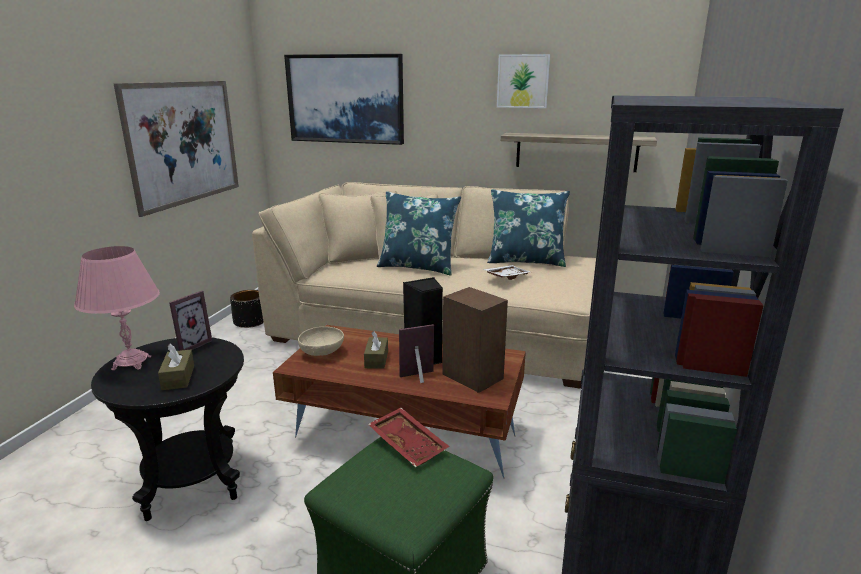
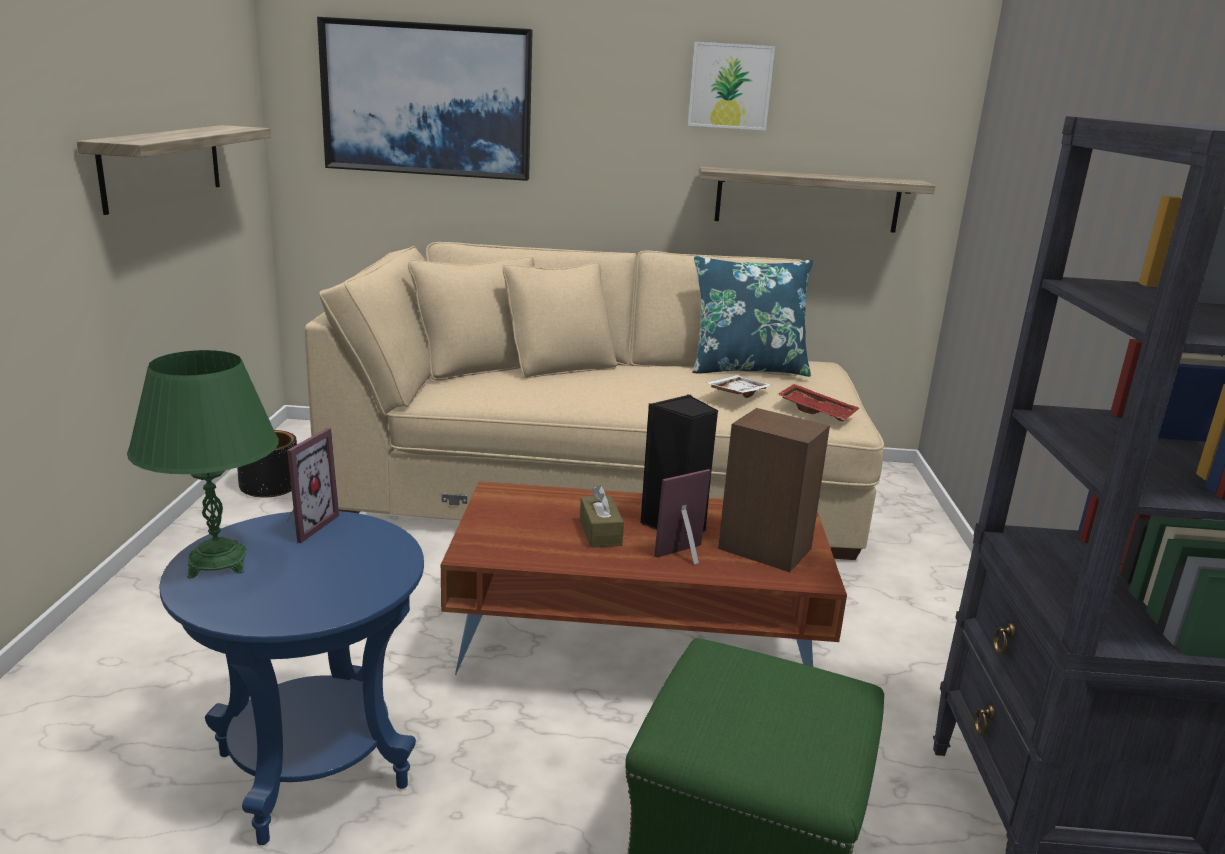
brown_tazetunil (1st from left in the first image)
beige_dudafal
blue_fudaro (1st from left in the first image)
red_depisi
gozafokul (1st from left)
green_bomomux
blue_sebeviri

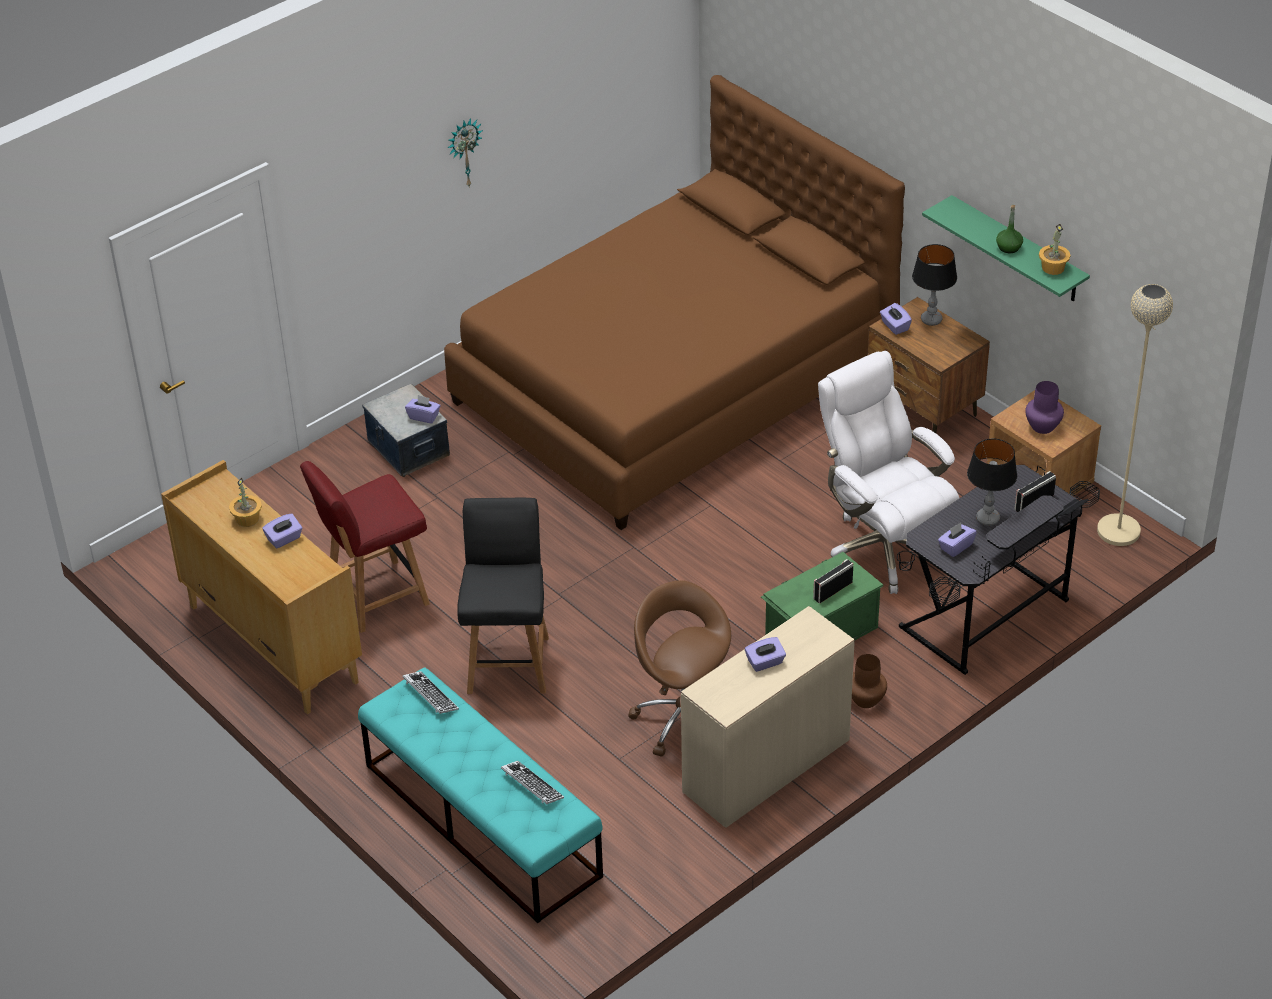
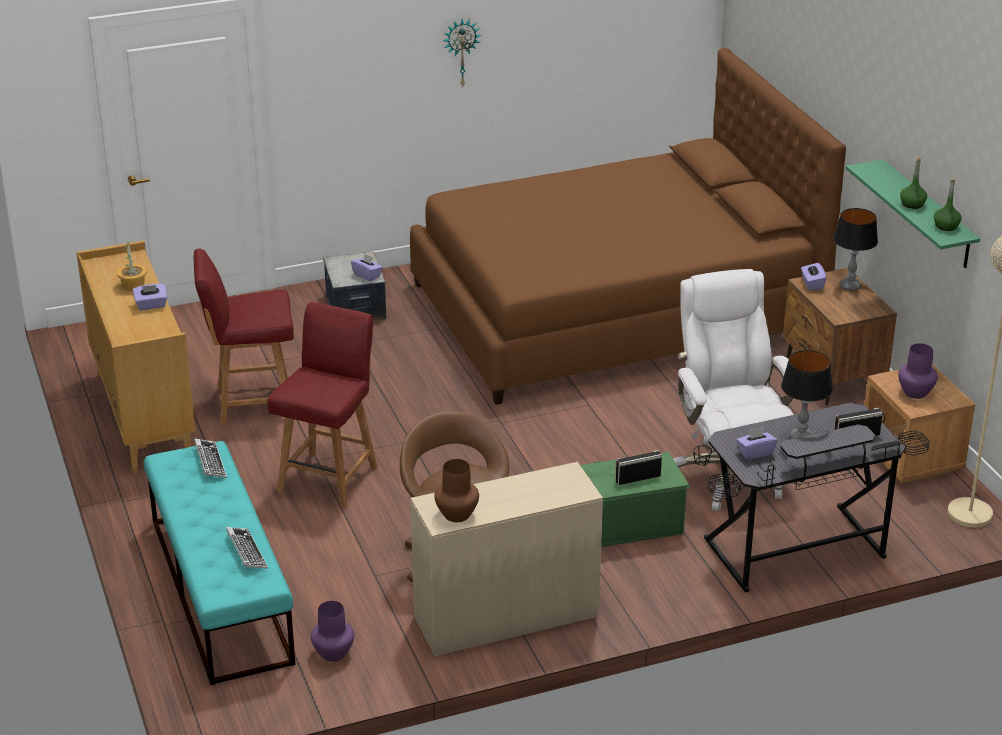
purple_tazetunil (3rd from left in the first image)
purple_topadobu (1st from left)
brown_topadobu
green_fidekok (2nd from left)
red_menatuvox (2nd from left)

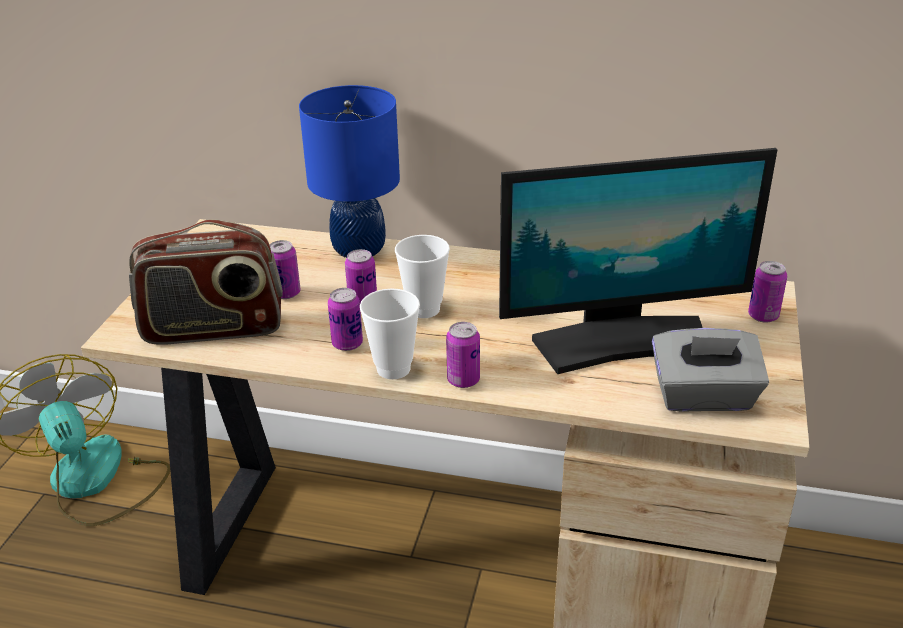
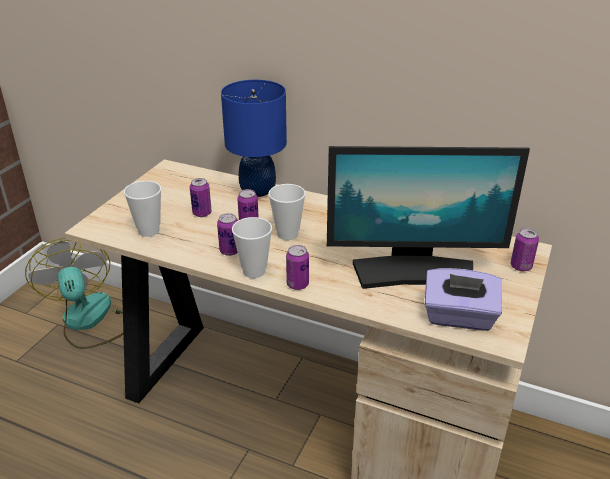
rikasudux (1st from left)
purple_tazetunil

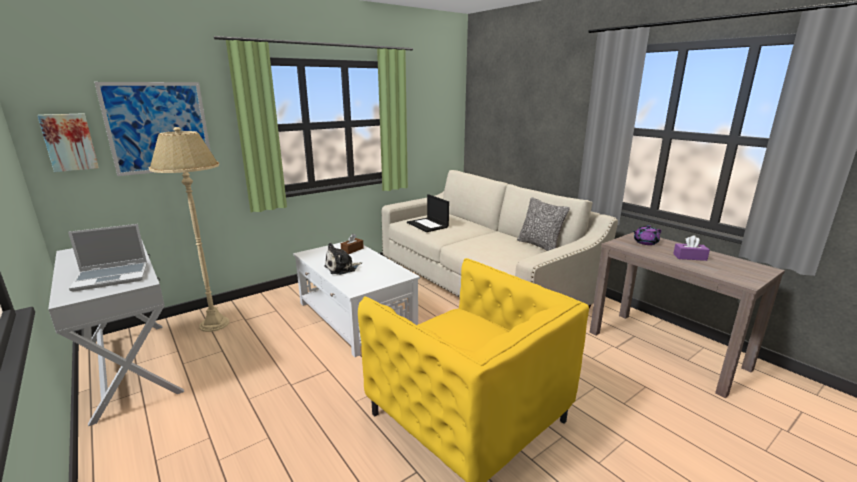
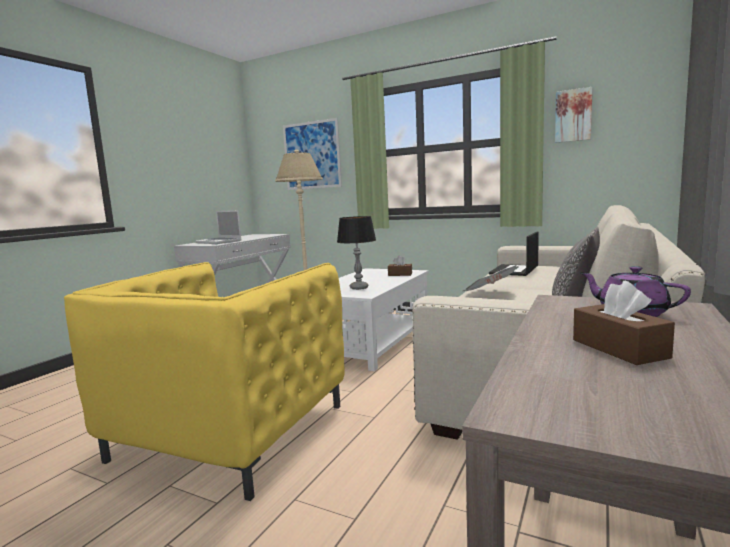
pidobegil
bomomux
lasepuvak
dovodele (2nd from left)
brown_tazetunil (2nd from left)

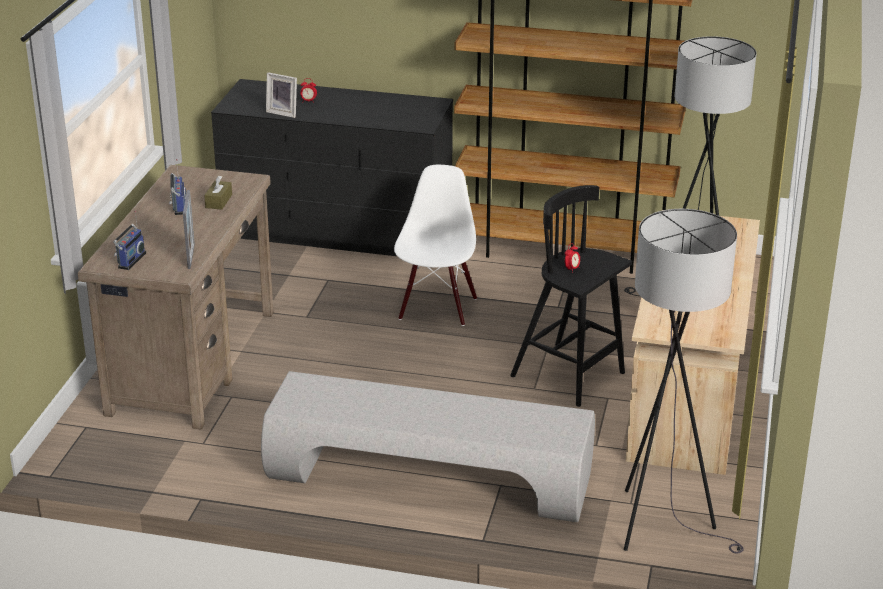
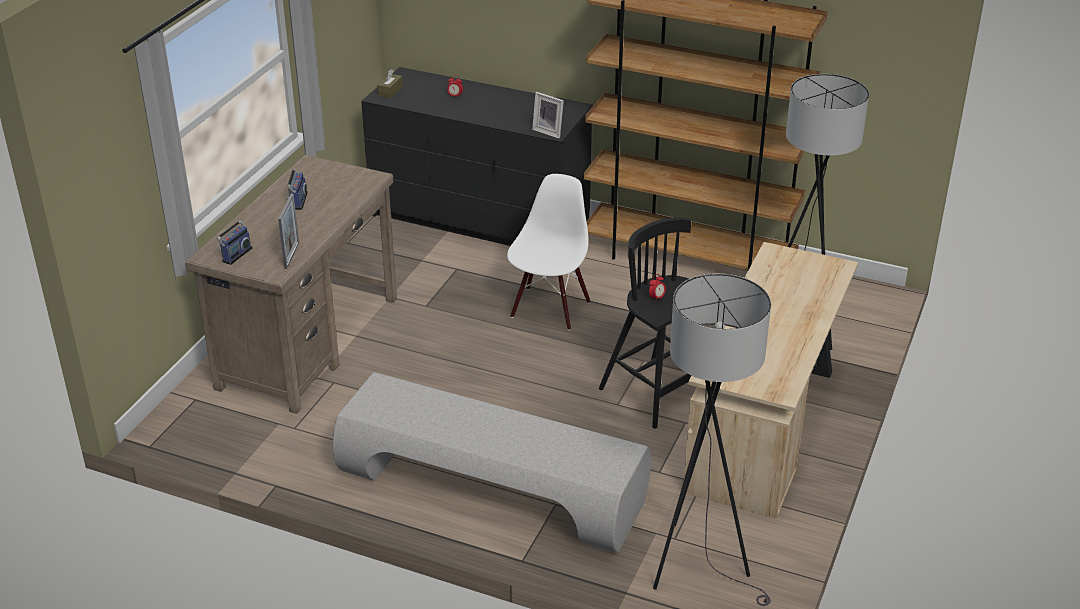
brown_tazetunil
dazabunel (2nd from left)

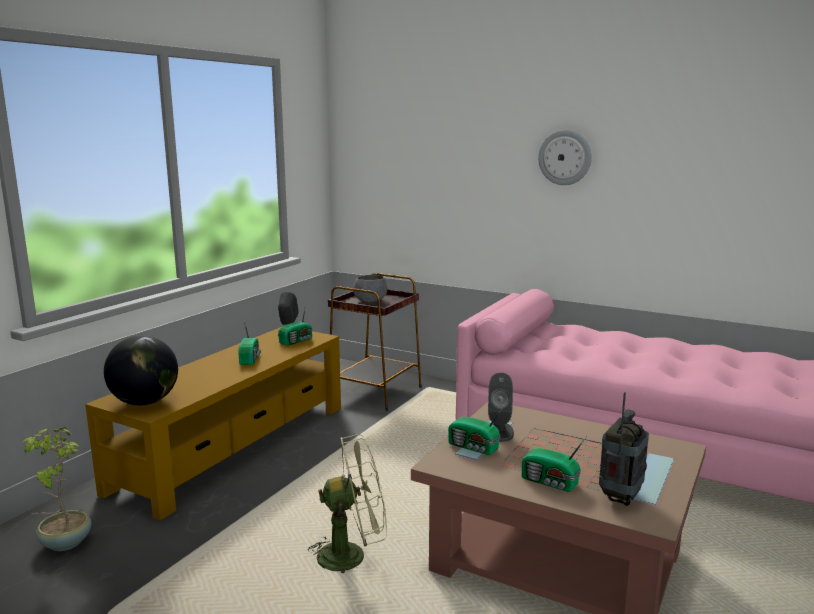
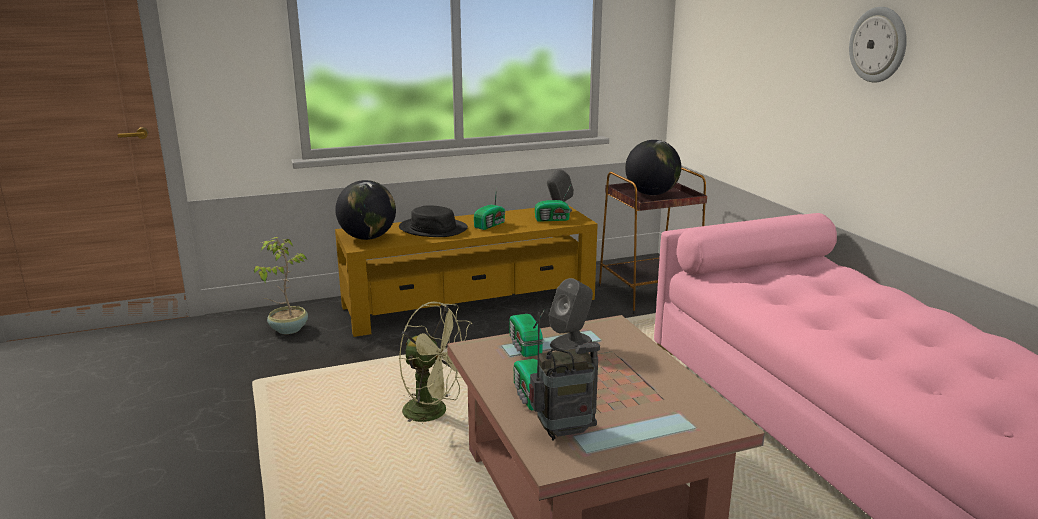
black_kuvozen
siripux (2nd from left)

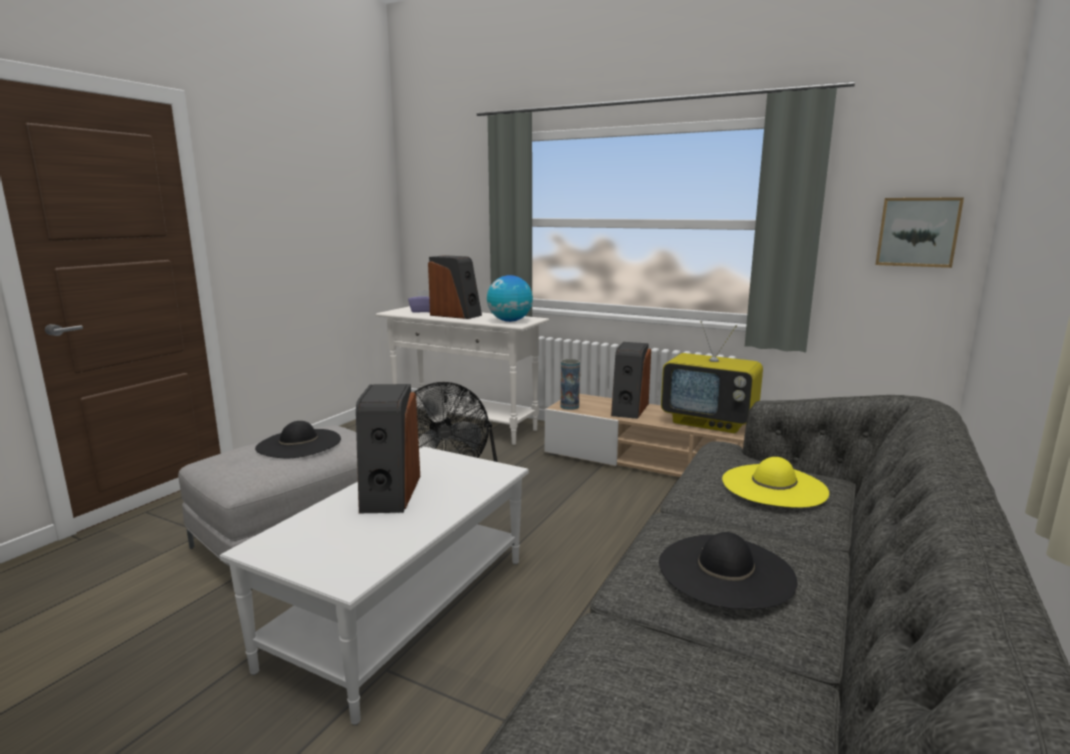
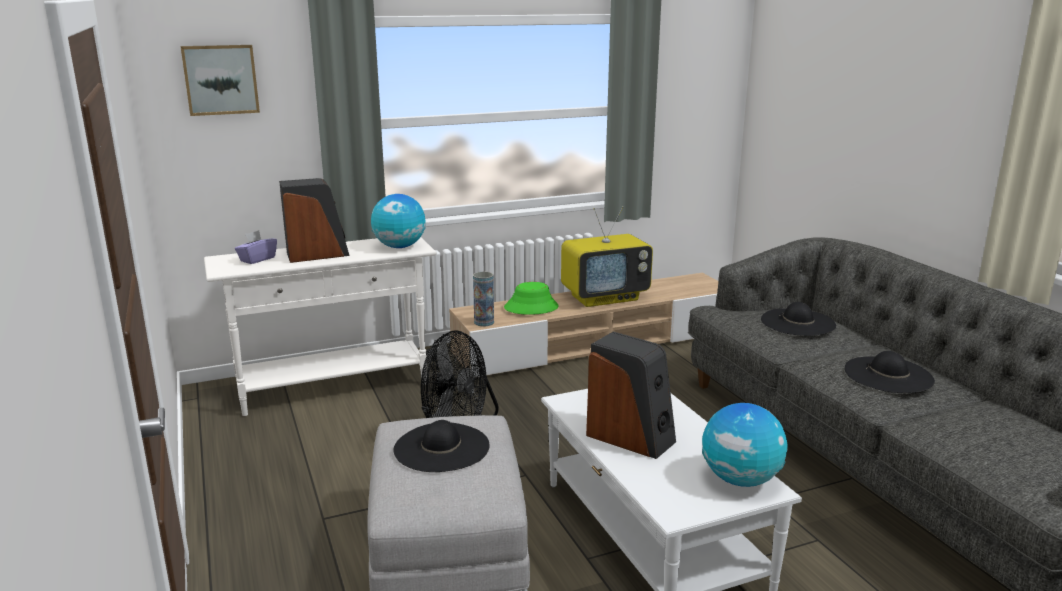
siripux (2nd from left)
dovodele
green_kuvozen
black_kuvozen (2nd from left)

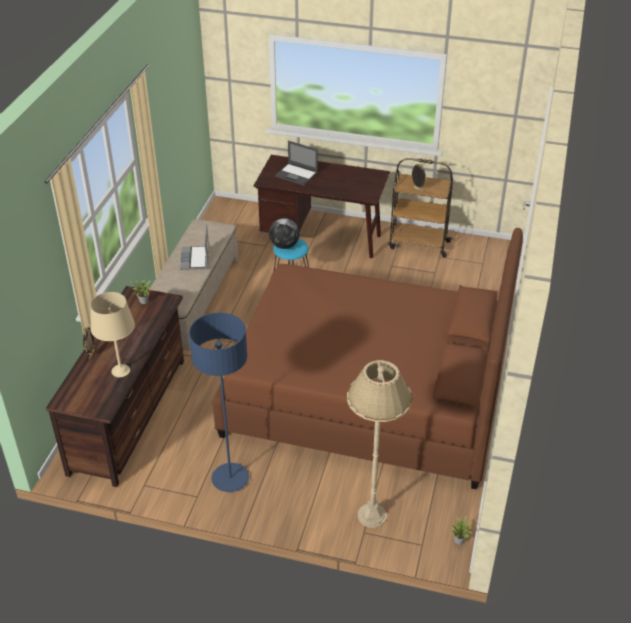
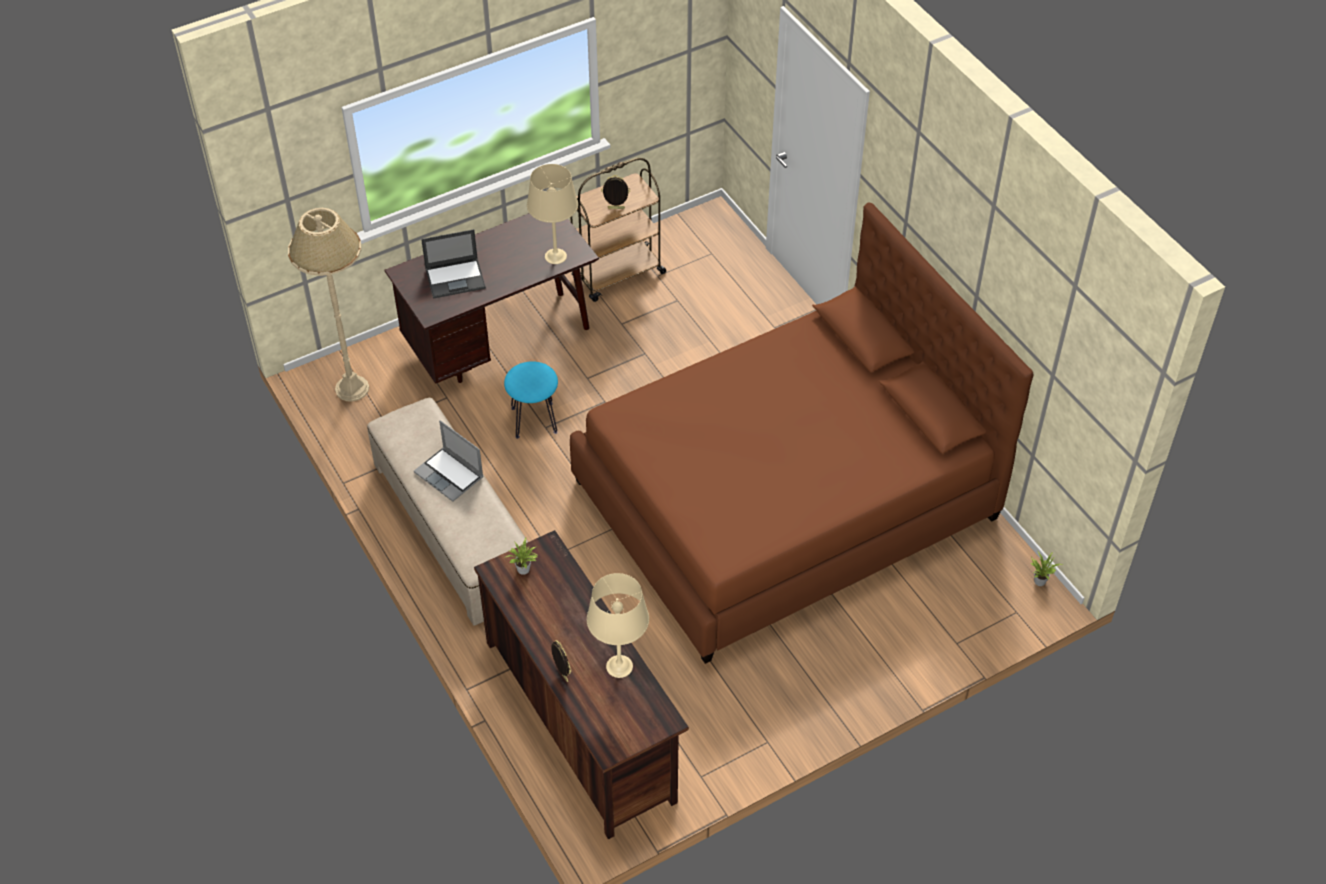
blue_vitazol
siripux
beige_bomomux (1st from left)
beige_vitazol

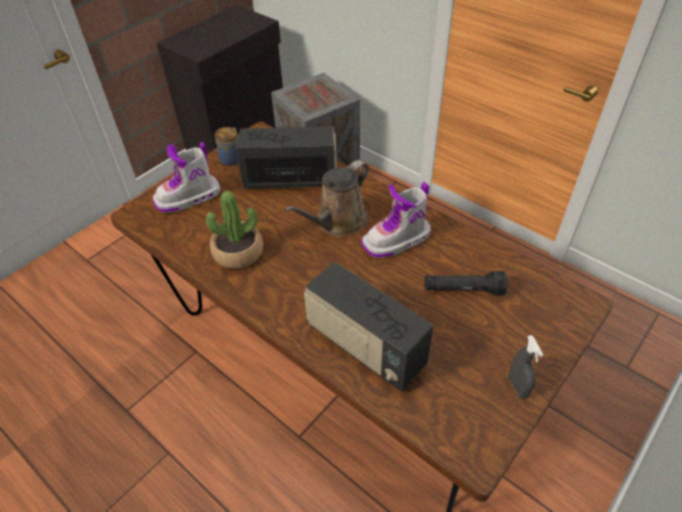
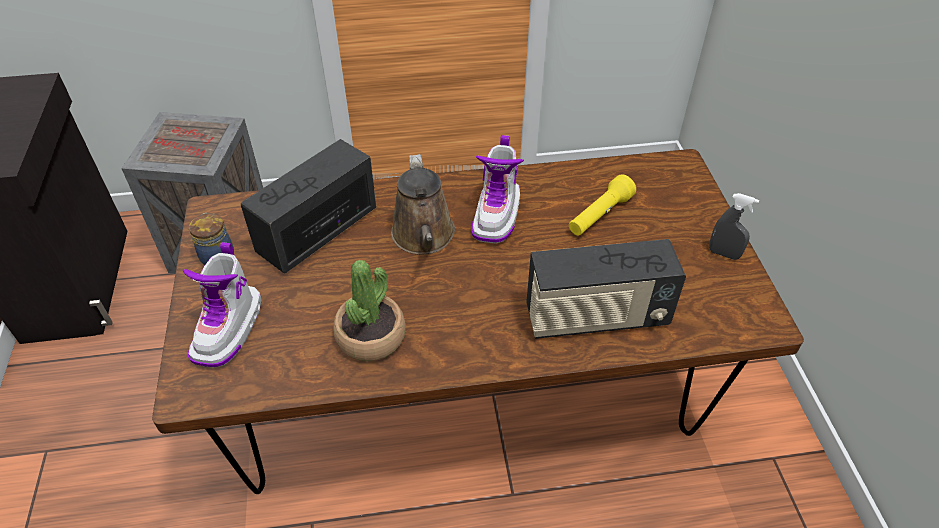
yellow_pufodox

